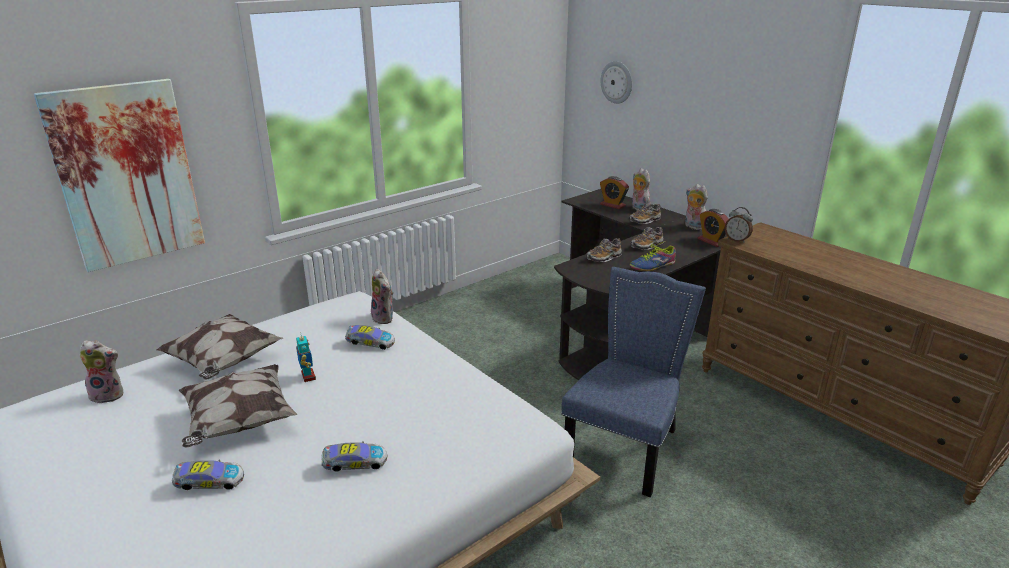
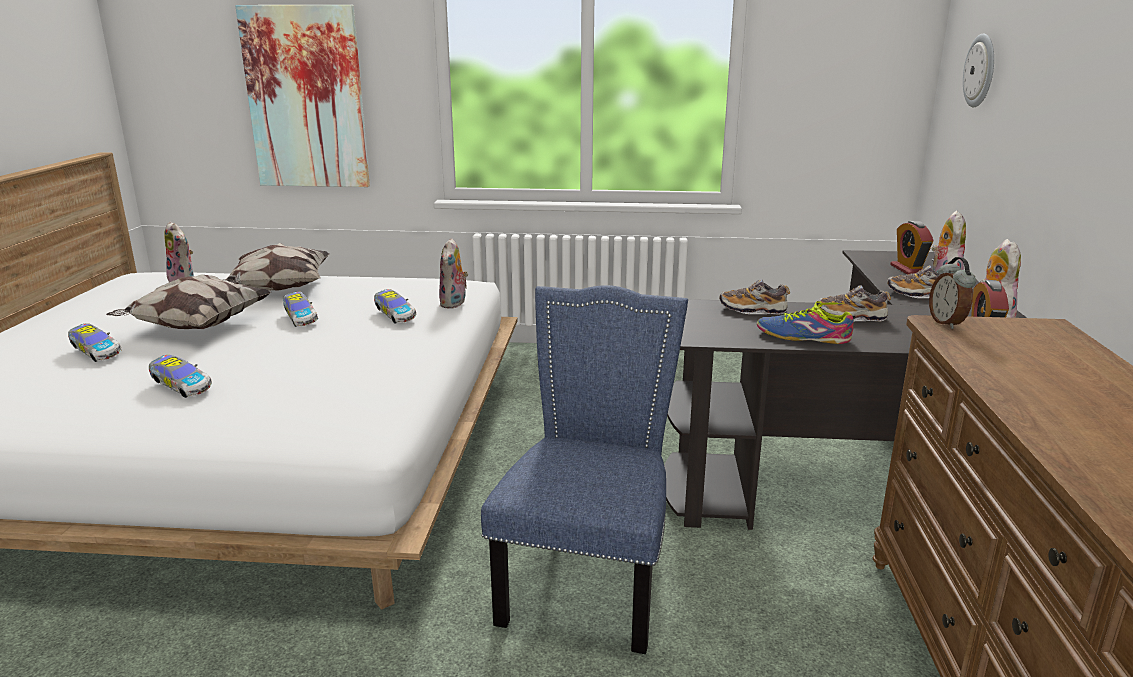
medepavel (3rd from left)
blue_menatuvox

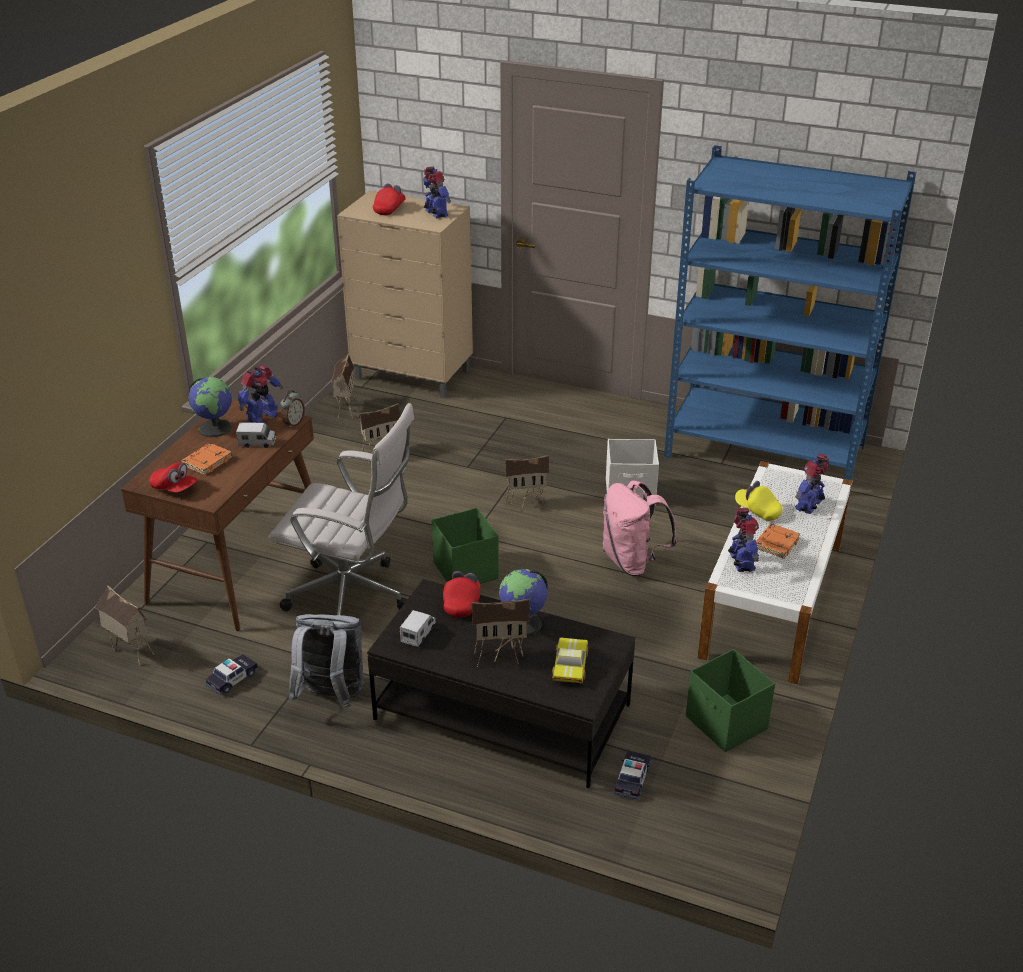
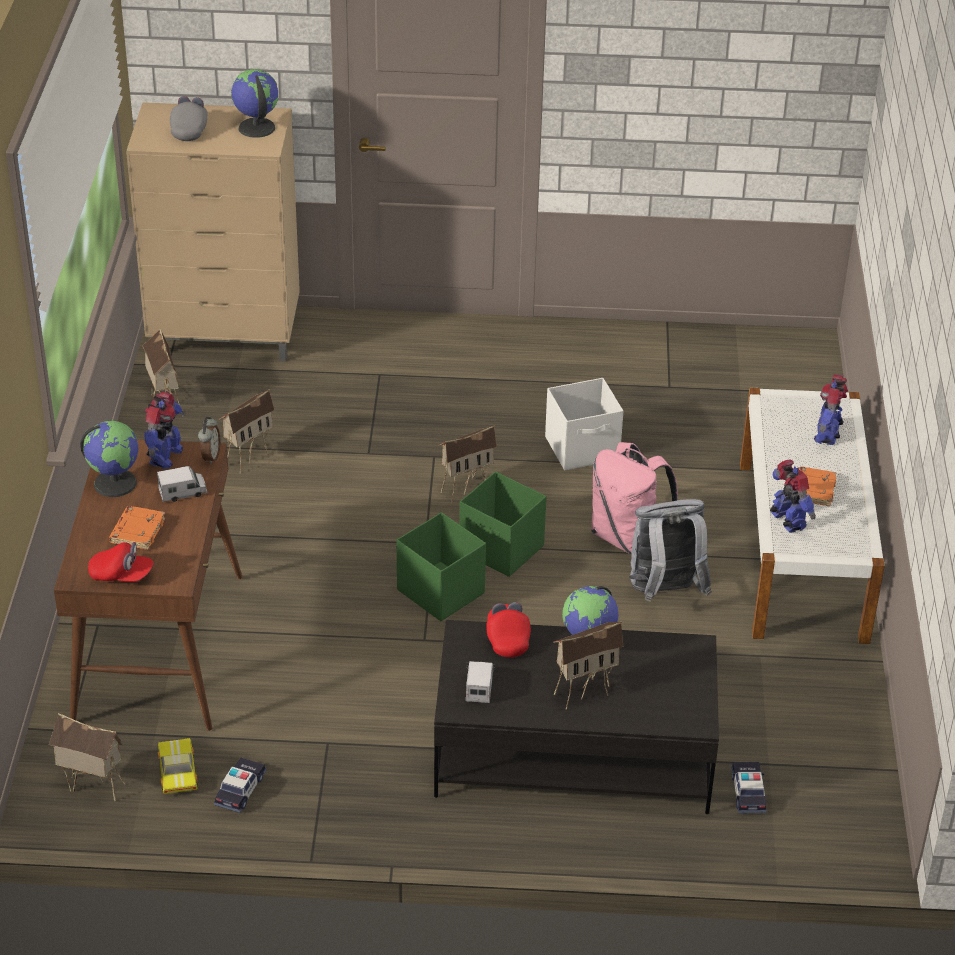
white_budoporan
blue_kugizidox
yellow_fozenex
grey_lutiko
medepavel (1st from left)
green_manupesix (2nd from left)
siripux (2nd from left)
grey_fozenex

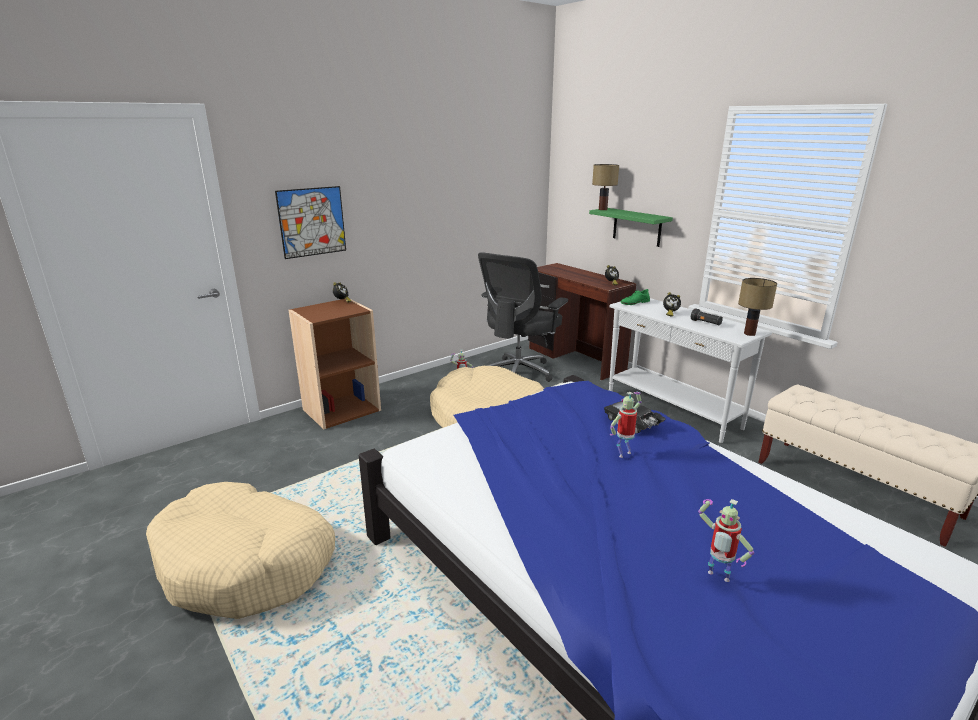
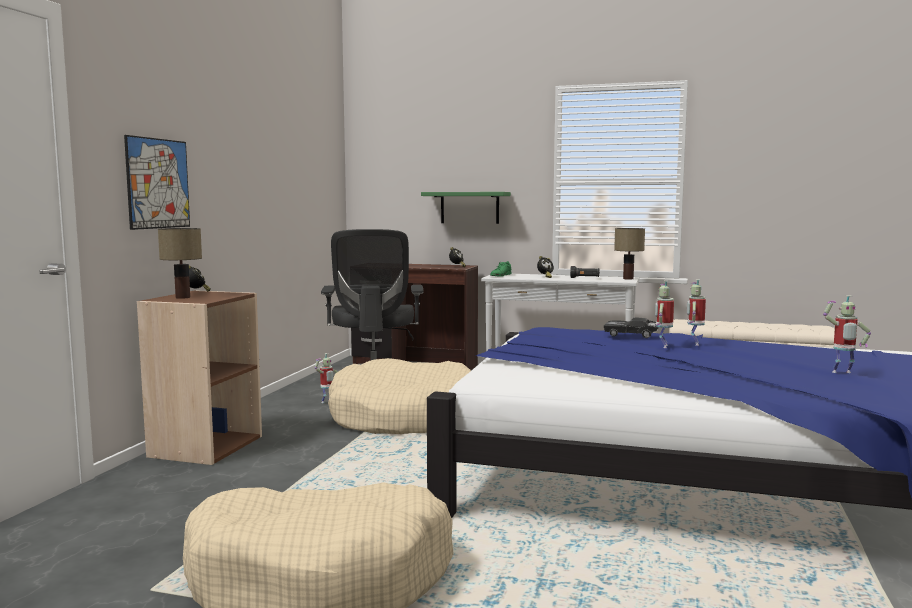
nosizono (3rd from left)
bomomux (1st from left)

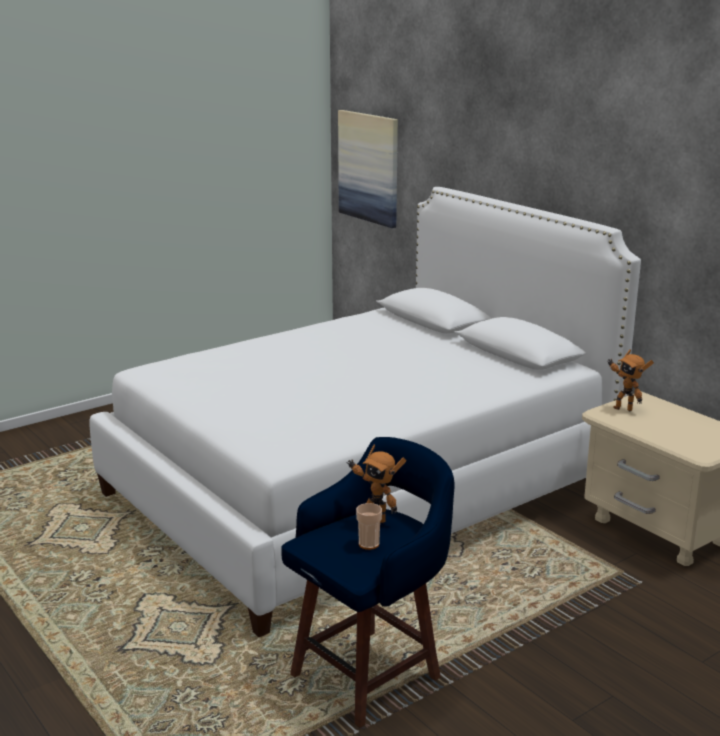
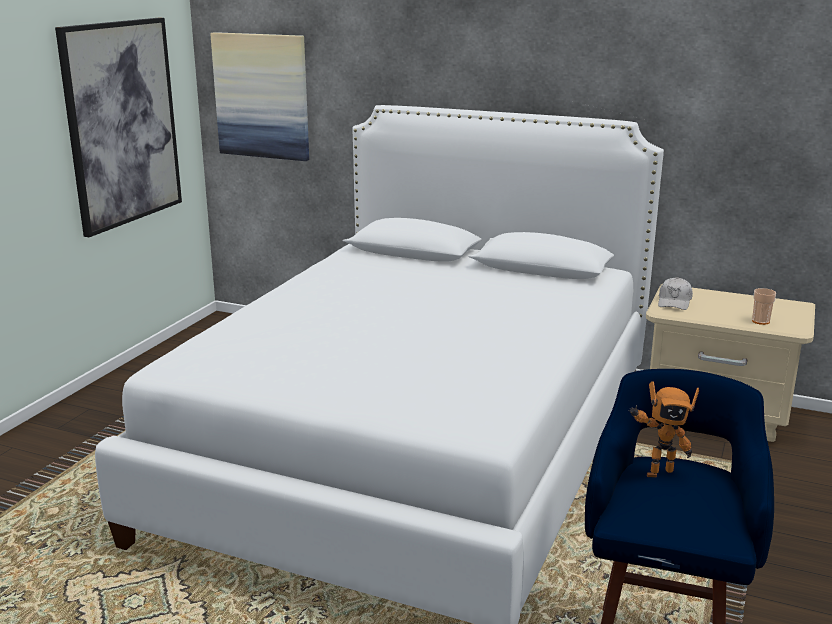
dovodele (1st from left)
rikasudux
white_fozenex

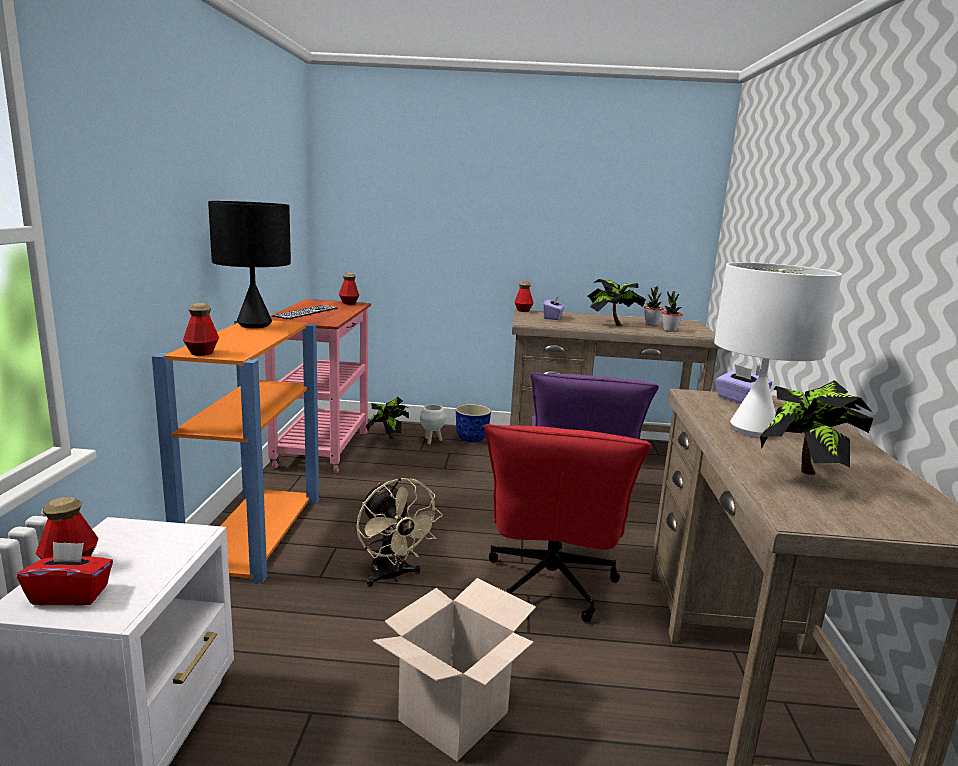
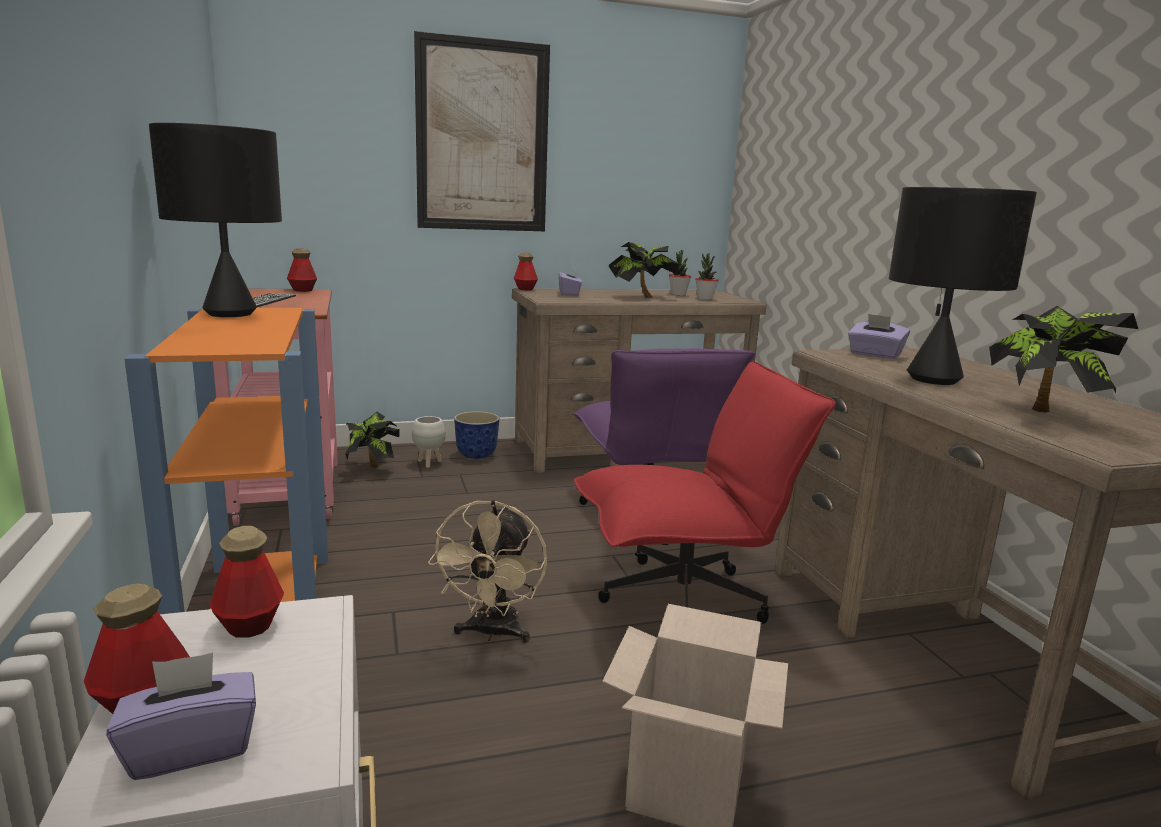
dovodele
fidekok (2nd from left)
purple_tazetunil (1st from left)
black_bomomux (2nd from left)
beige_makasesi
red_budoporan

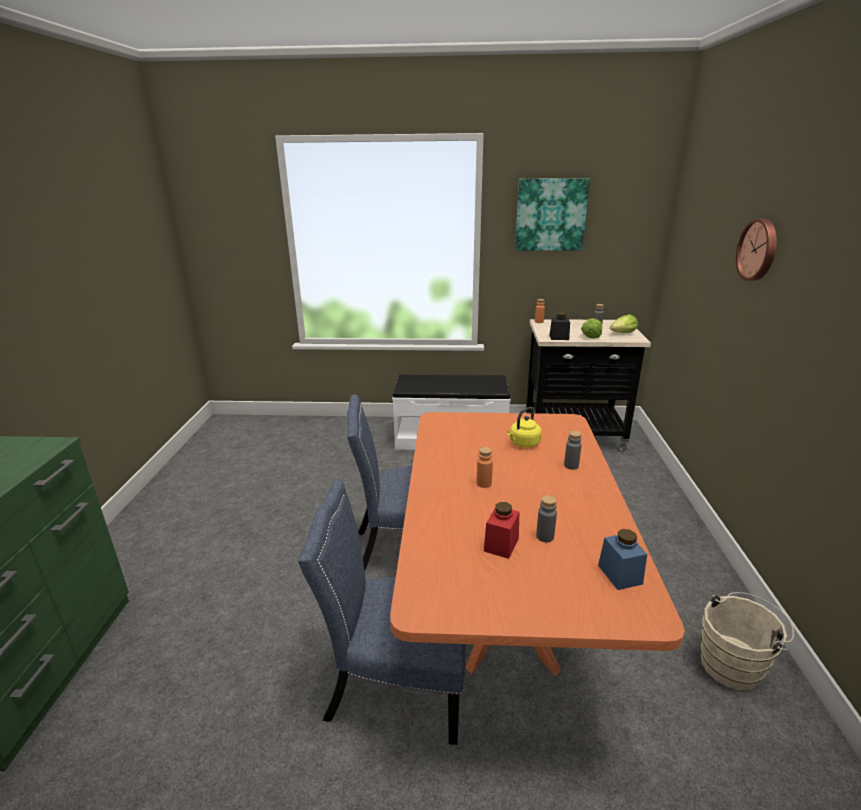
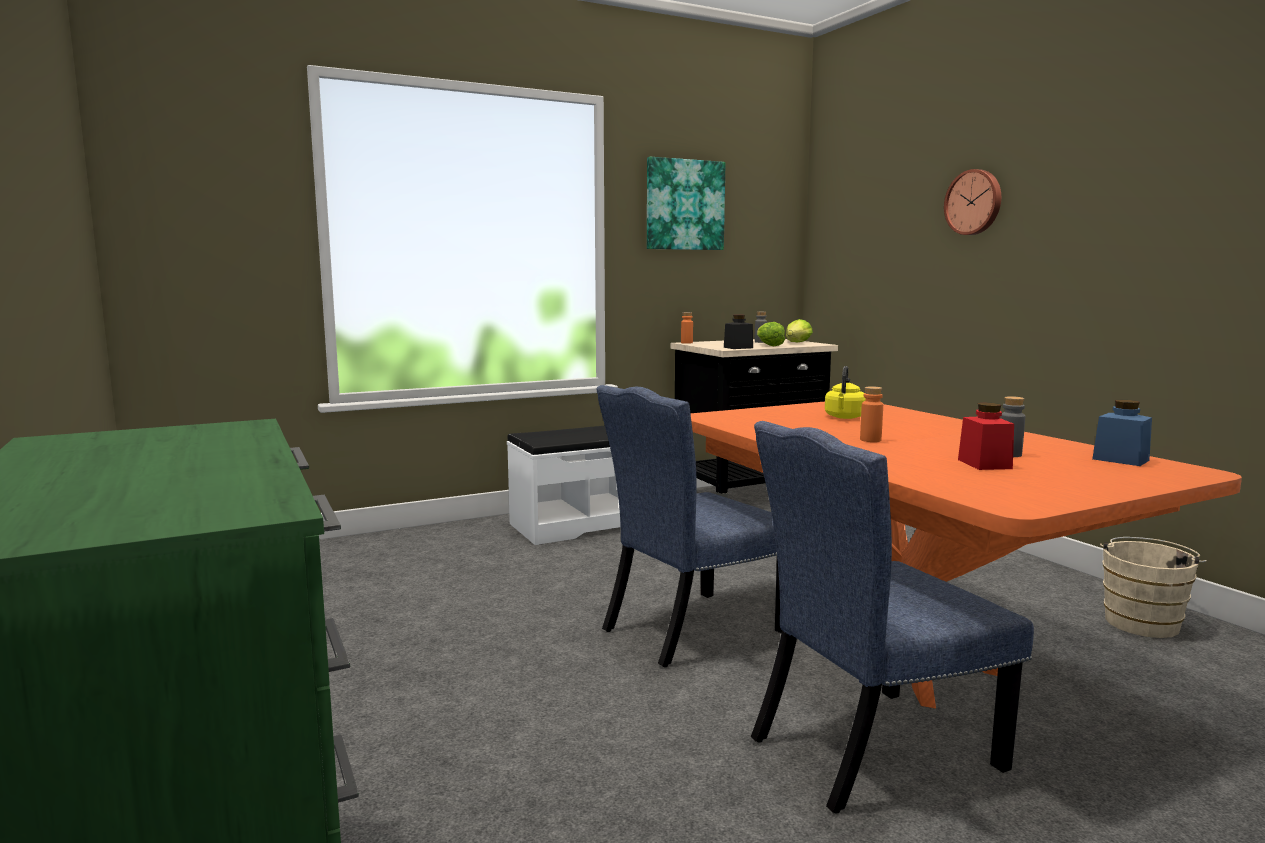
grey_fidekok (2nd from left in the first image)

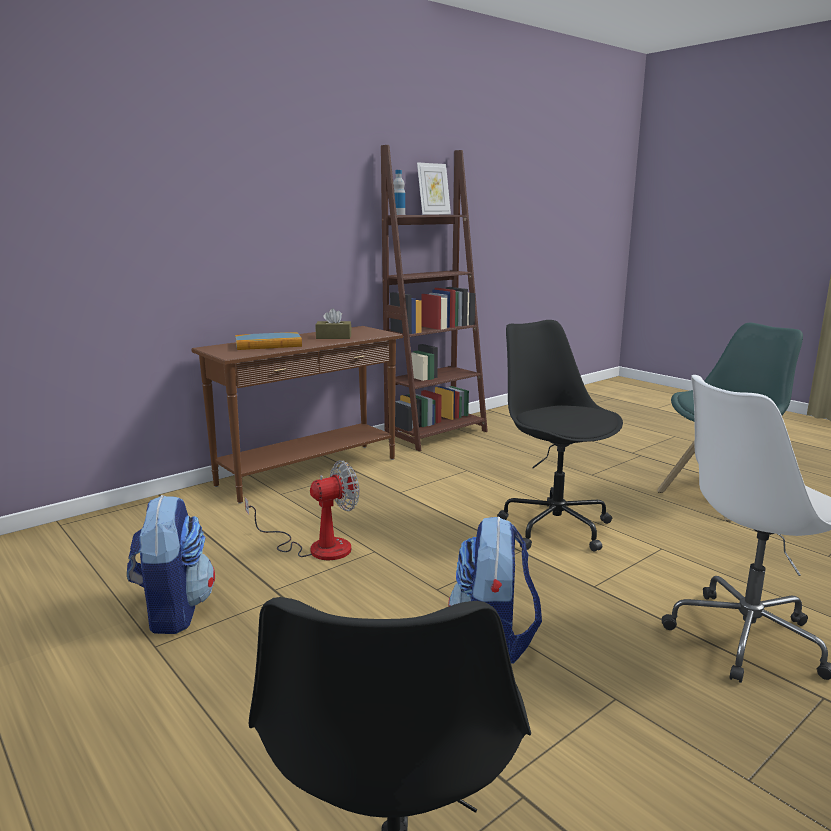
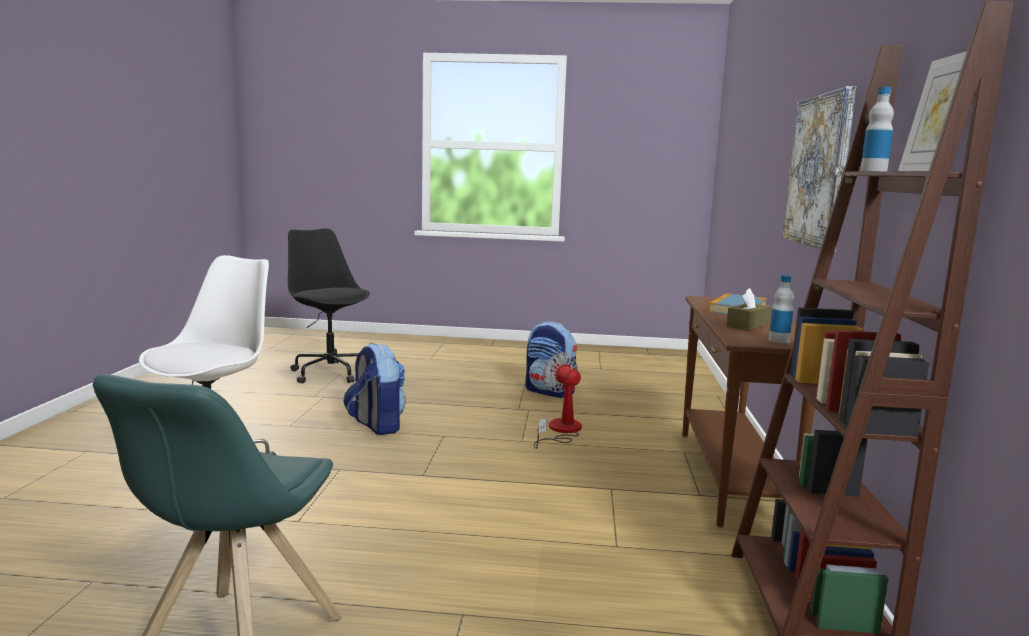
black_budoporan (2nd from left in the first image)
fidekok (1st from left)
dovodele
makasesi

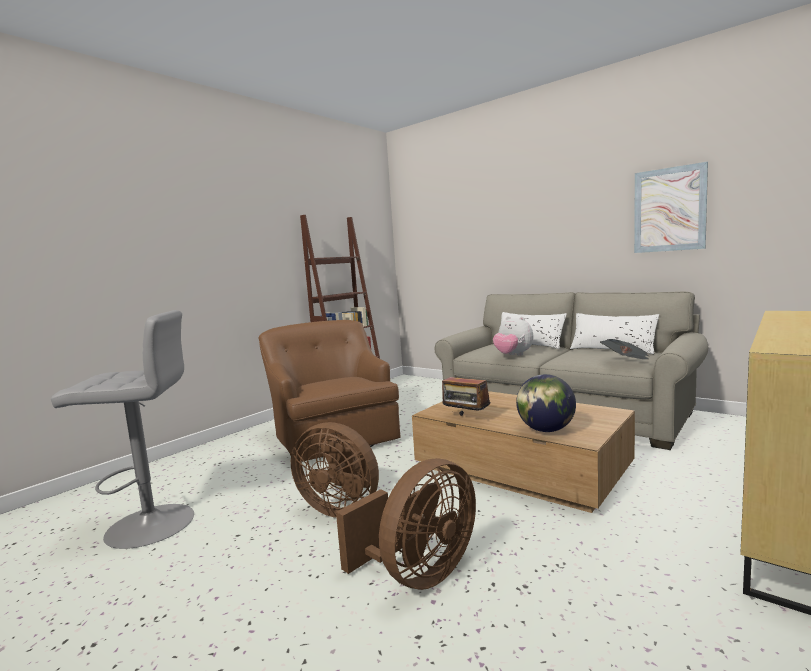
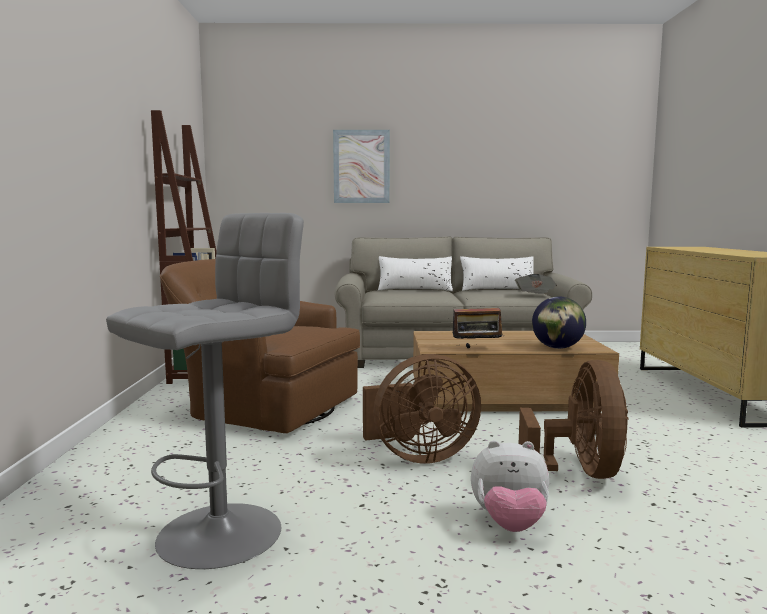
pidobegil
dovodele

